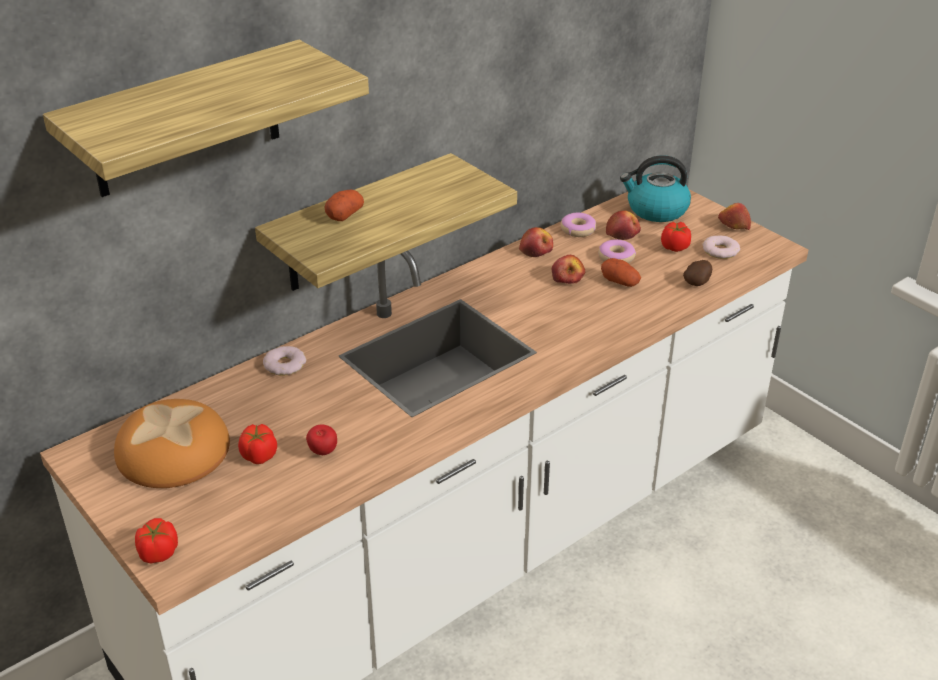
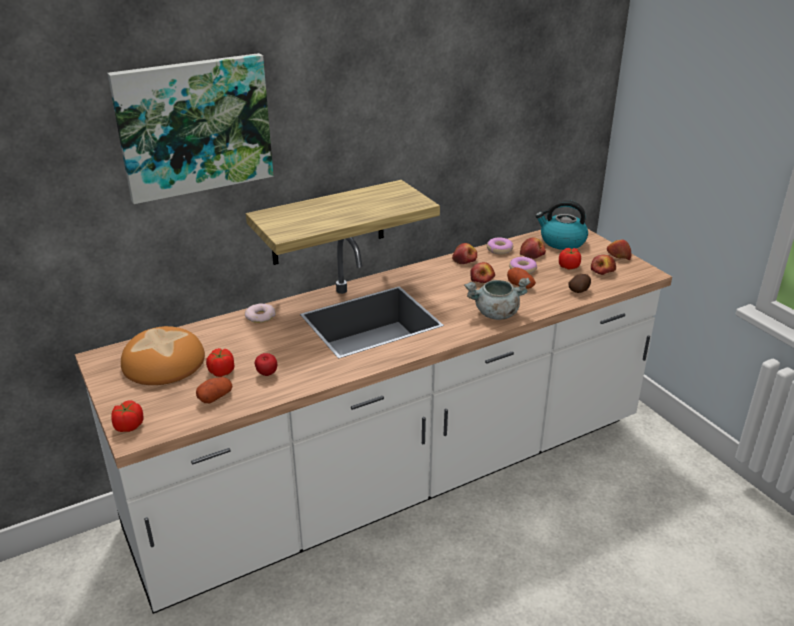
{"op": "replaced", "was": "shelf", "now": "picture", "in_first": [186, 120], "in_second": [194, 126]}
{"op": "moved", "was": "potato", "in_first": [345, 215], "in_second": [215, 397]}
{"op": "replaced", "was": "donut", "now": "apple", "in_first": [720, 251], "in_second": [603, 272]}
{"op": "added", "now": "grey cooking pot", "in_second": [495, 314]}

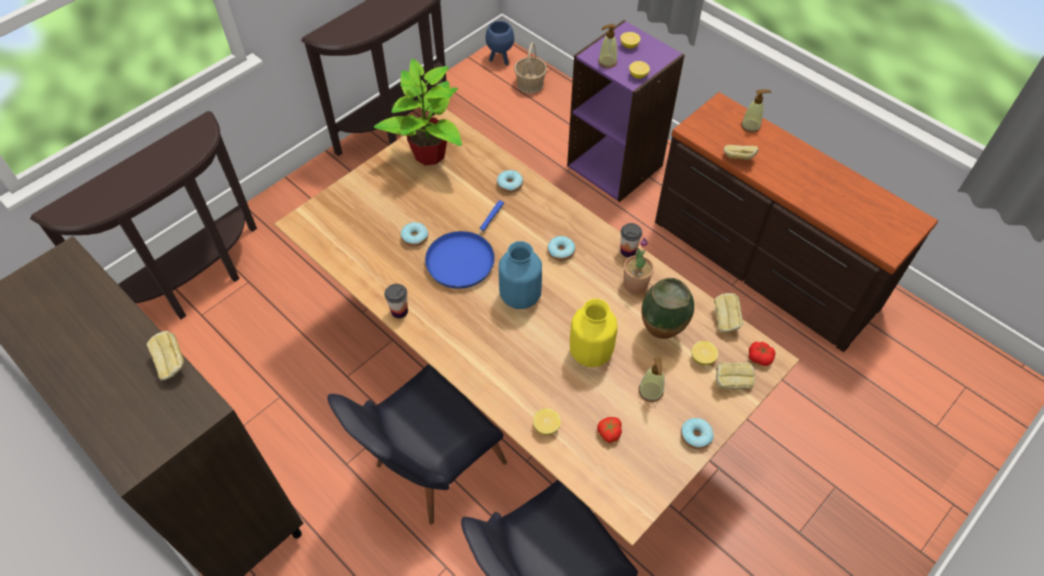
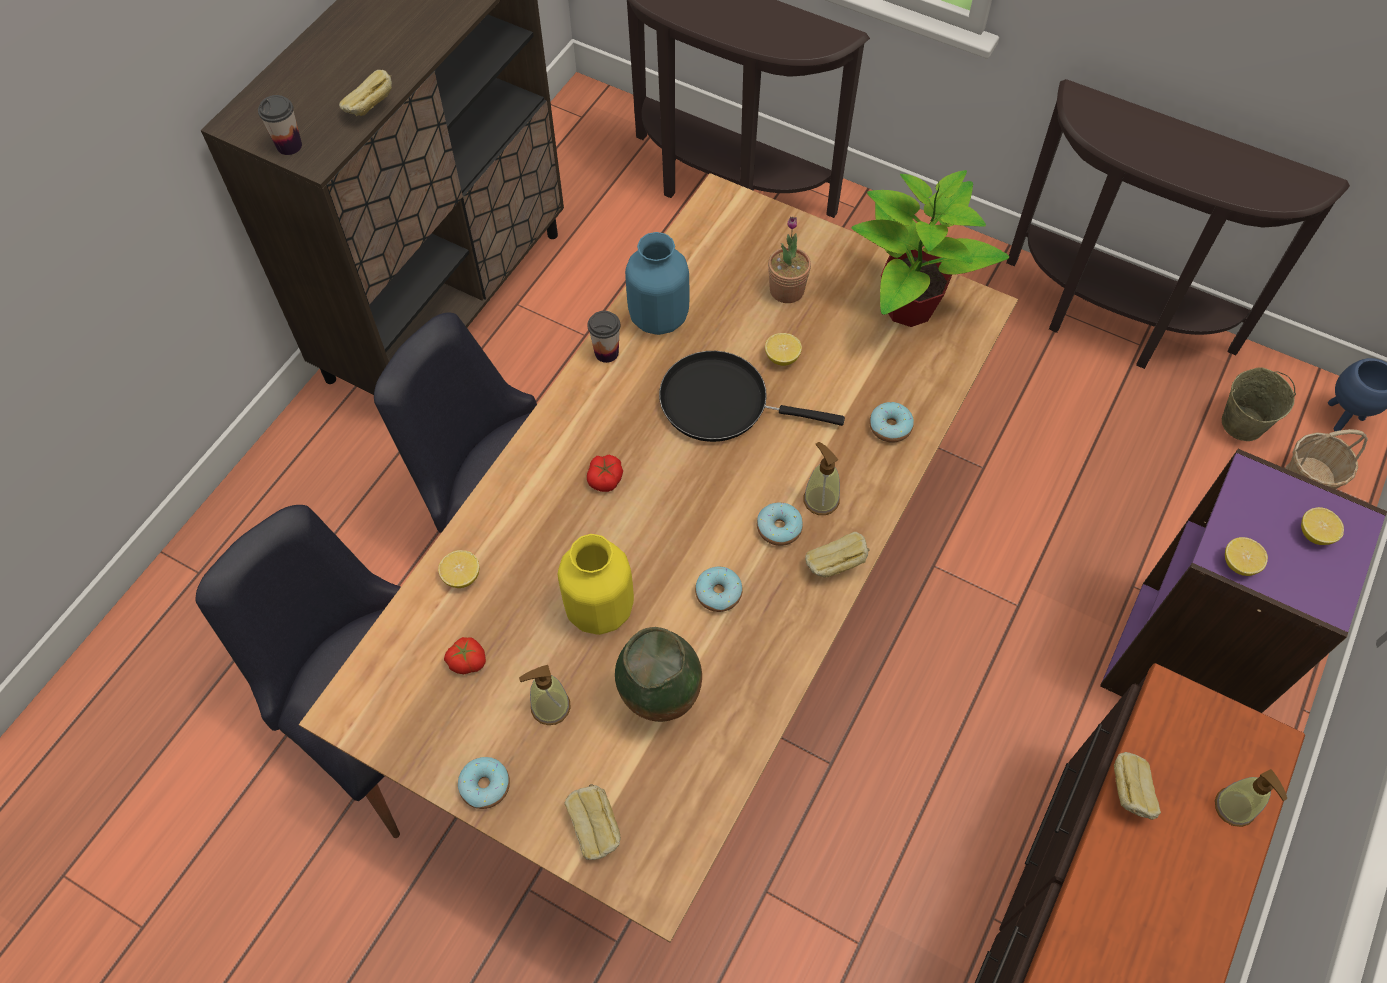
{"op": "moved", "was": "soap dispenser", "in_first": [607, 62], "in_second": [820, 500]}
{"op": "recoloured", "was": "blue frying pan", "now": "black frying pan", "in_first": [463, 258], "in_second": [722, 402]}
{"op": "moved", "was": "donut", "in_first": [415, 237], "in_second": [718, 593]}
{"op": "moved", "was": "cup", "in_first": [628, 251], "in_second": [289, 146]}
{"op": "moved", "was": "potted plant", "in_first": [635, 284], "in_second": [786, 290]}
{"op": "moved", "was": "blue vase", "in_first": [520, 297], "in_second": [658, 318]}
{"op": "moved", "was": "bread", "in_first": [725, 320], "in_second": [835, 566]}
{"op": "moved", "was": "lemon", "in_first": [702, 358], "in_second": [782, 357]}
{"op": "moved", "was": "tomato", "in_first": [759, 357], "in_second": [605, 478]}
{"op": "added", "now": "beige bucket", "in_second": [1242, 422]}

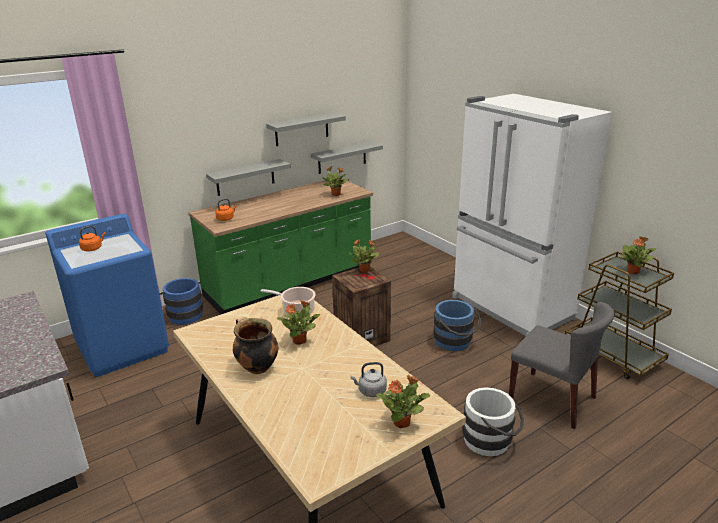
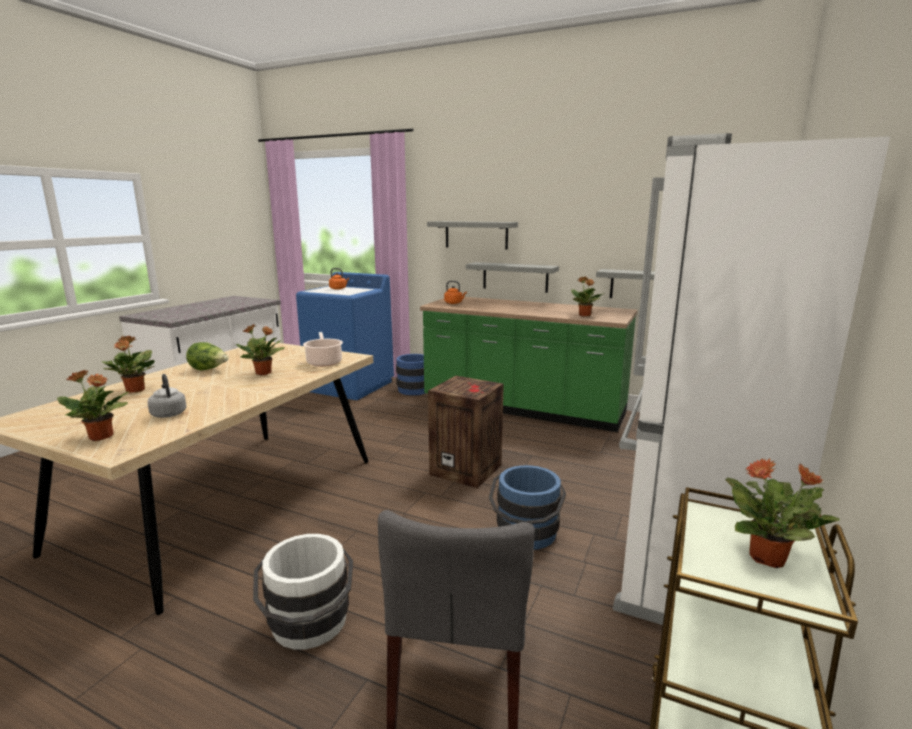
{"op": "moved", "was": "grey shelf", "in_first": [302, 129], "in_second": [476, 235]}
{"op": "moved", "was": "potted plant", "in_first": [365, 270], "in_second": [135, 390]}
{"op": "replaced", "was": "cooking pot", "now": "lettuce", "in_first": [256, 367], "in_second": [209, 370]}

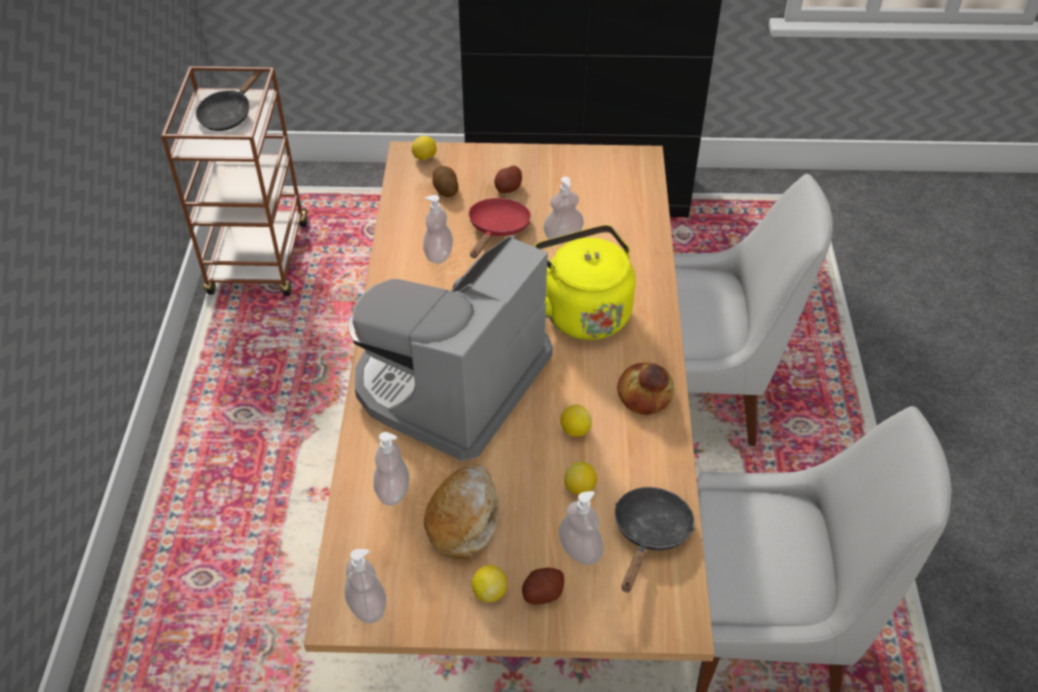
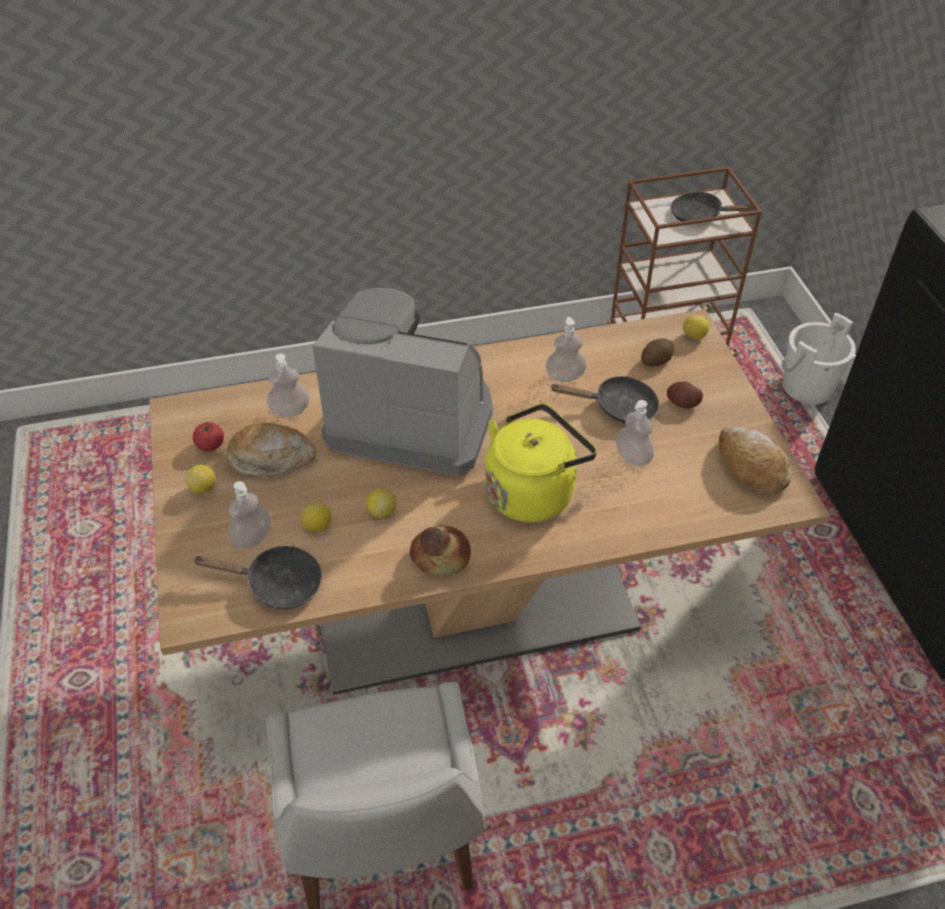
{"op": "removed", "was": "white chair", "in_first": [700, 393]}
{"op": "recoloured", "was": "red frying pan", "now": "black frying pan", "in_first": [497, 229], "in_second": [618, 407]}
{"op": "removed", "was": "soap dispenser", "in_first": [367, 606]}
{"op": "removed", "was": "potato", "in_first": [542, 593]}
{"op": "added", "now": "white bucket", "in_second": [807, 387]}
{"op": "added", "now": "tomato", "in_second": [210, 445]}
{"op": "added", "now": "bread", "in_second": [750, 467]}

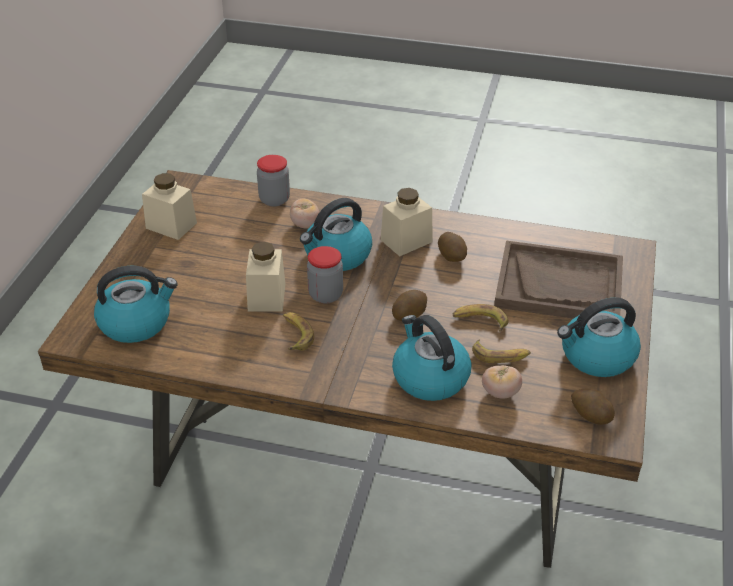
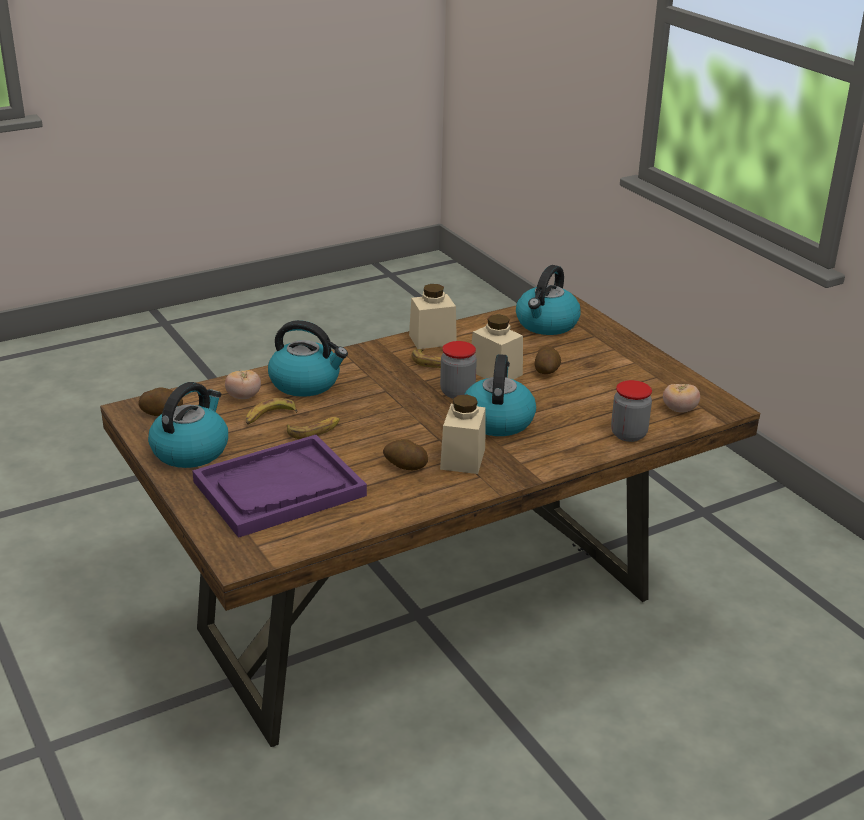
{"op": "moved", "was": "beige jar", "in_first": [171, 225], "in_second": [432, 340]}
{"op": "moved", "was": "tomato", "in_first": [305, 224], "in_second": [679, 410]}
{"op": "recoloured", "was": "brown tray", "now": "purple tray", "in_first": [559, 285], "in_second": [279, 489]}
{"op": "moved", "was": "potato", "in_first": [409, 314], "in_second": [547, 371]}

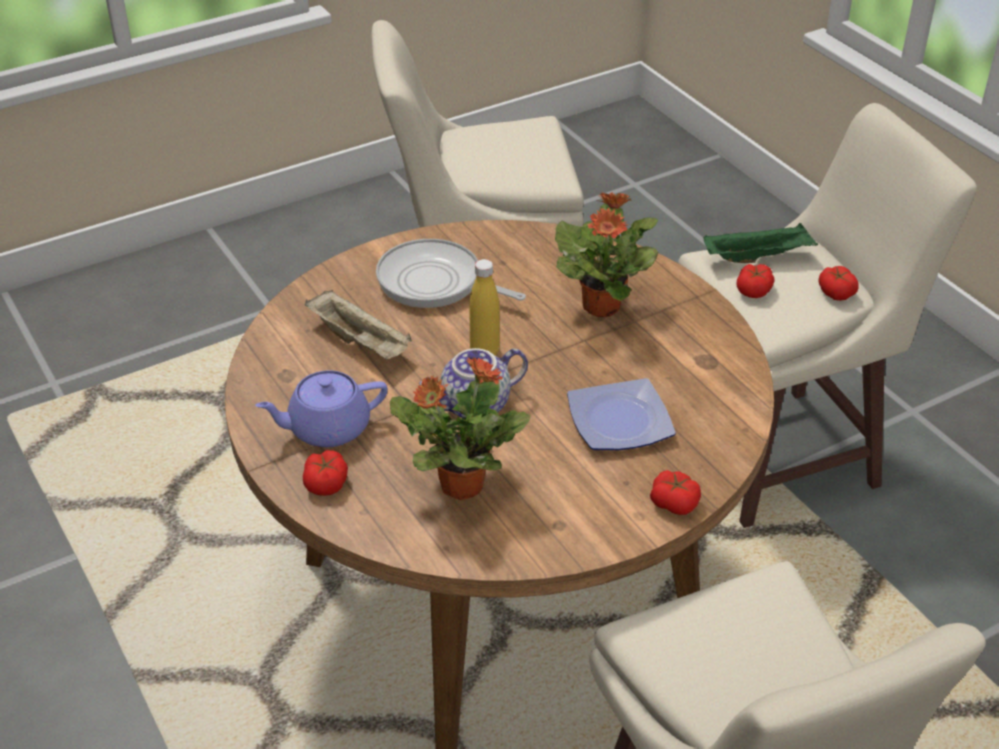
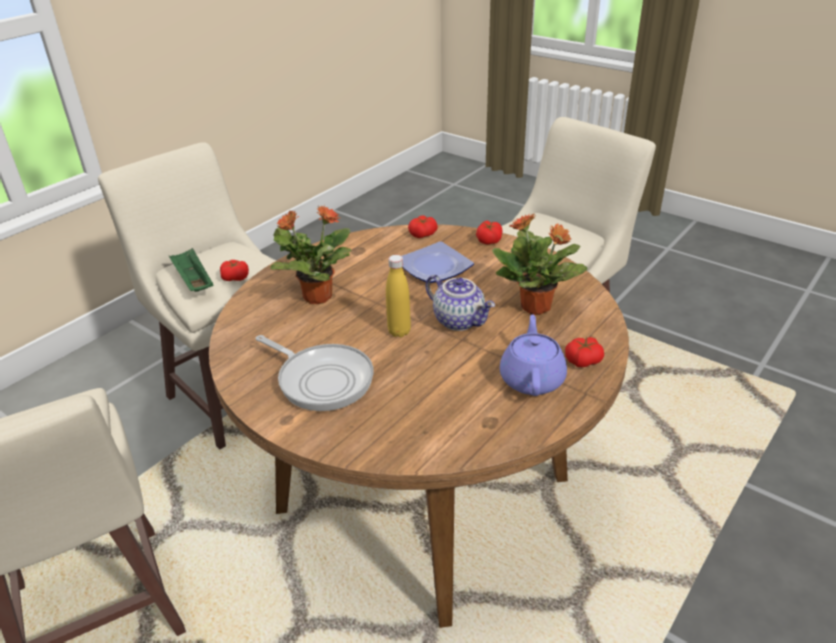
{"op": "turned", "was": "frying pan", "in_first": [435, 283], "in_second": [322, 379], "clockwise": -60}
{"op": "moved", "was": "tomato", "in_first": [836, 292], "in_second": [423, 234]}
{"op": "removed", "was": "beige tray", "in_first": [361, 342]}
{"op": "turned", "was": "purple teapot", "in_first": [327, 428], "in_second": [532, 378], "clockwise": -135}

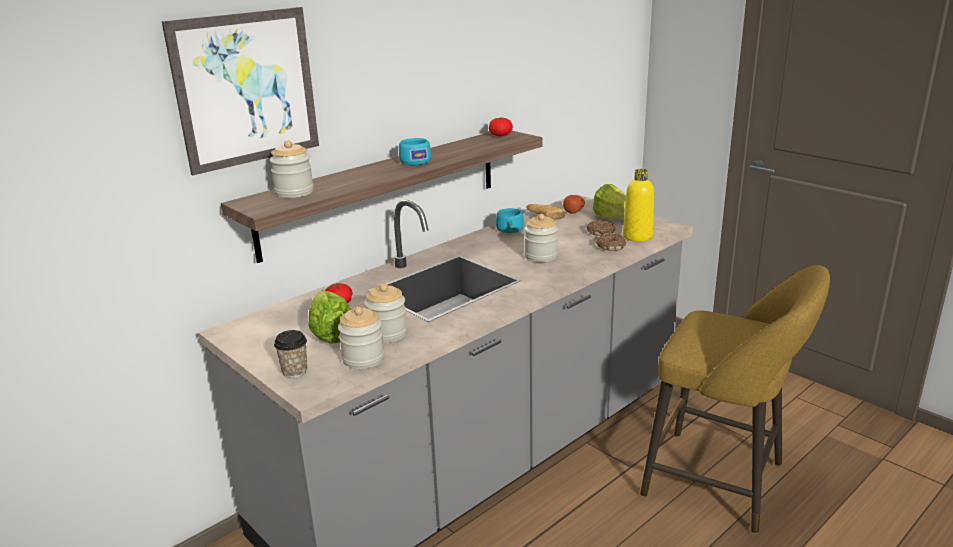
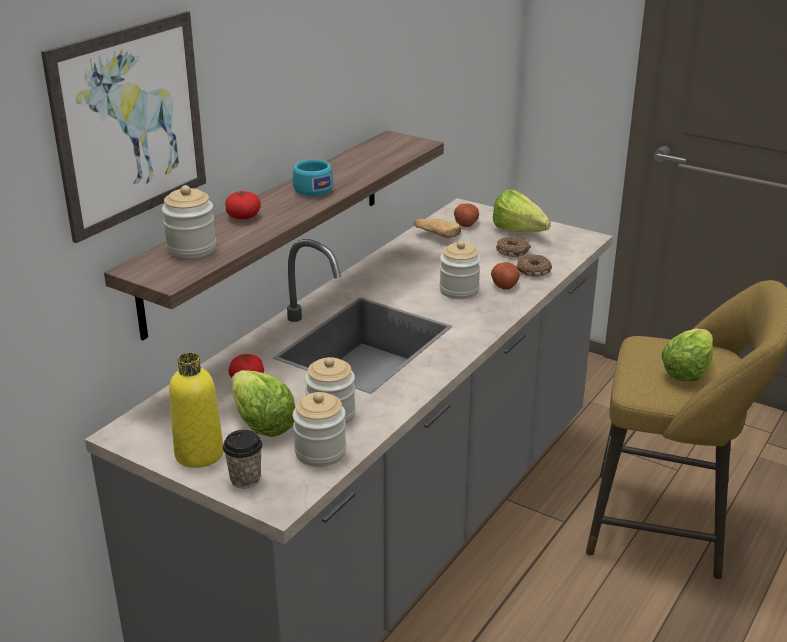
{"op": "moved", "was": "tomato", "in_first": [500, 135], "in_second": [243, 217]}
{"op": "moved", "was": "yellow bottle", "in_first": [637, 236], "in_second": [199, 454]}
{"op": "removed", "was": "turquoise cup", "in_first": [510, 230]}
{"op": "added", "now": "potato", "in_second": [504, 284]}
{"op": "added", "now": "lettuce", "in_second": [686, 372]}

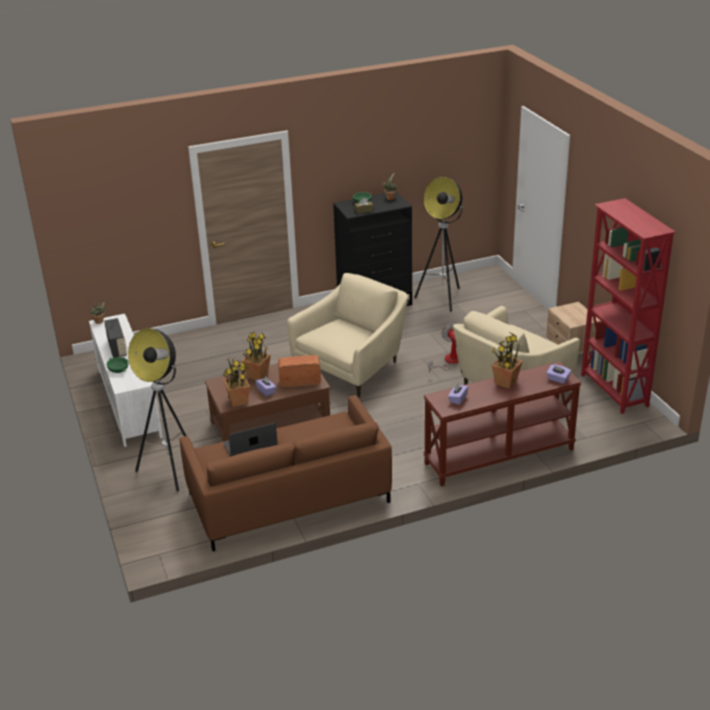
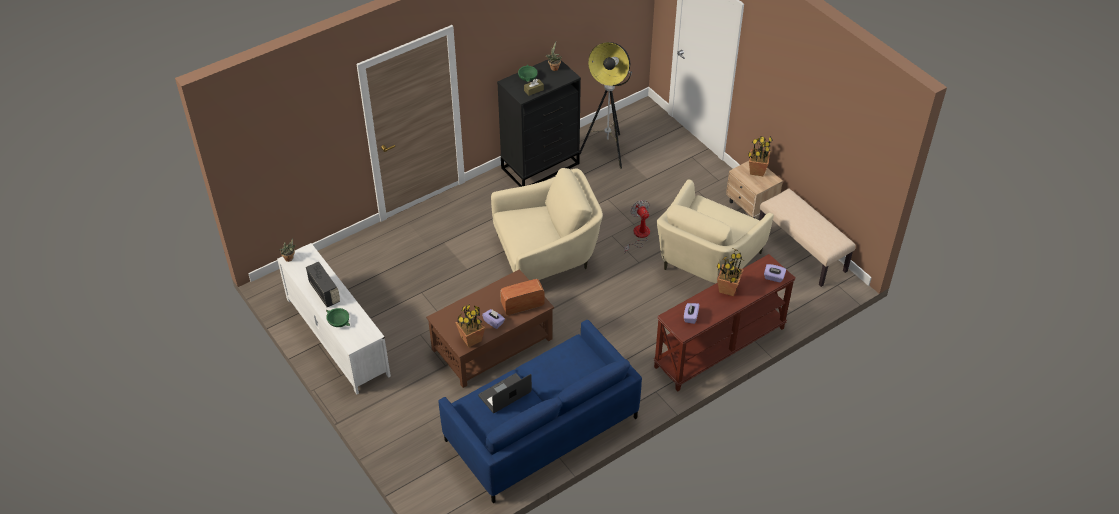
{"op": "replaced", "was": "red bookcase", "now": "beige bench", "in_first": [613, 391], "in_second": [802, 251]}
{"op": "turned", "was": "beige armchair", "in_first": [352, 366], "in_second": [546, 255], "clockwise": 45}
{"op": "removed", "was": "floor lamp", "in_first": [171, 470]}
{"op": "moved", "was": "potted plant", "in_first": [257, 376], "in_second": [757, 171]}
{"op": "recoloured", "was": "brown sofa", "now": "blue sofa", "in_first": [288, 497], "in_second": [541, 428]}

